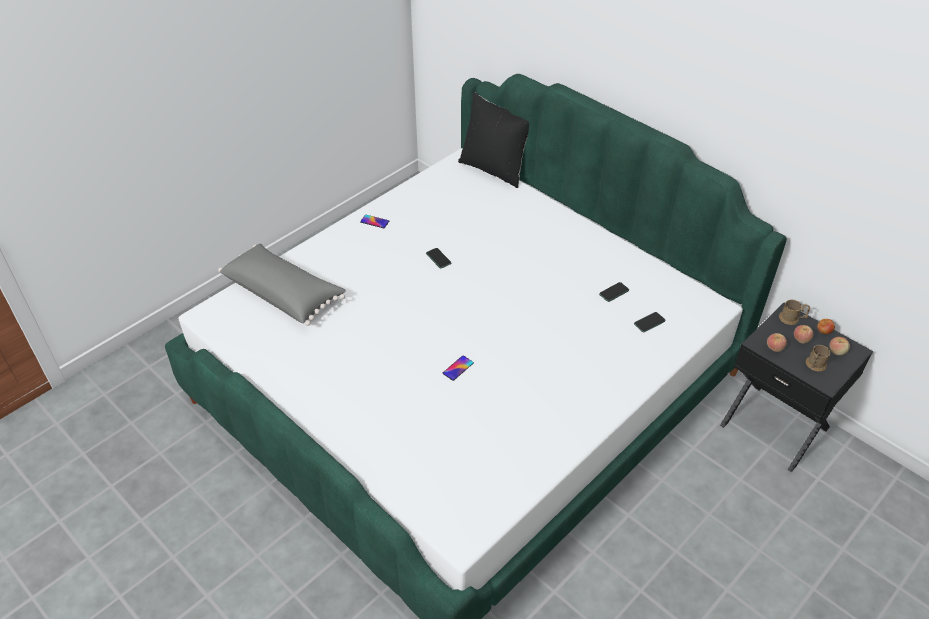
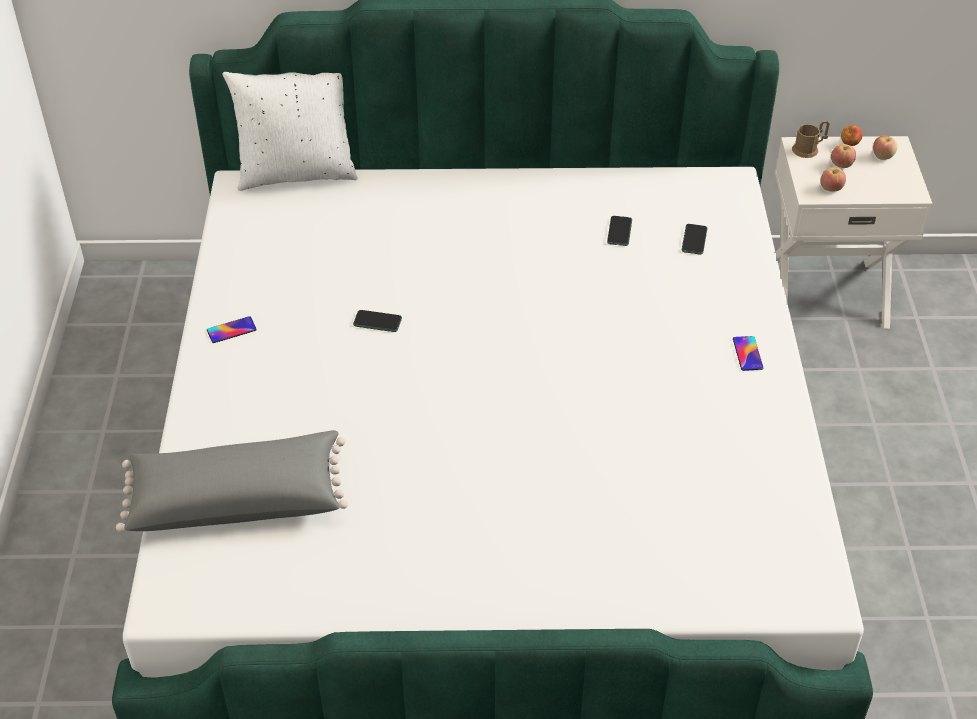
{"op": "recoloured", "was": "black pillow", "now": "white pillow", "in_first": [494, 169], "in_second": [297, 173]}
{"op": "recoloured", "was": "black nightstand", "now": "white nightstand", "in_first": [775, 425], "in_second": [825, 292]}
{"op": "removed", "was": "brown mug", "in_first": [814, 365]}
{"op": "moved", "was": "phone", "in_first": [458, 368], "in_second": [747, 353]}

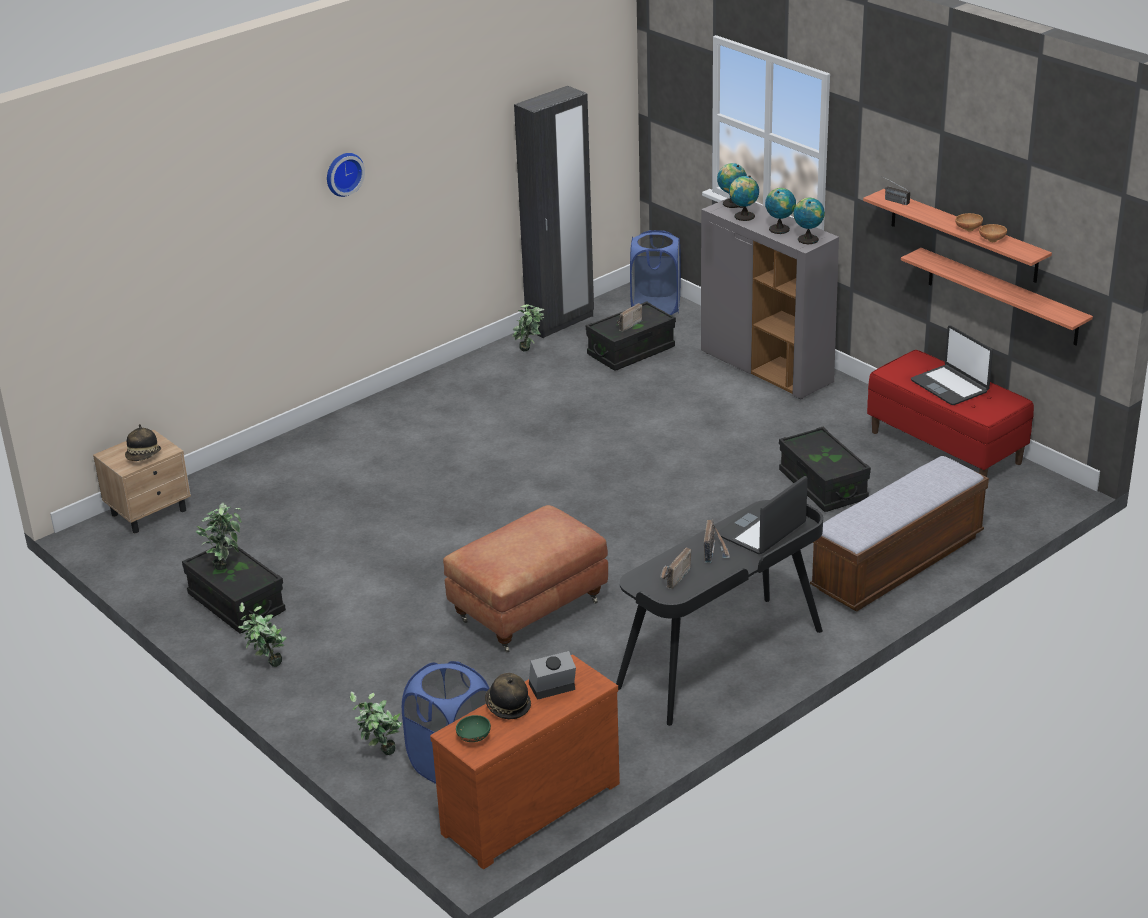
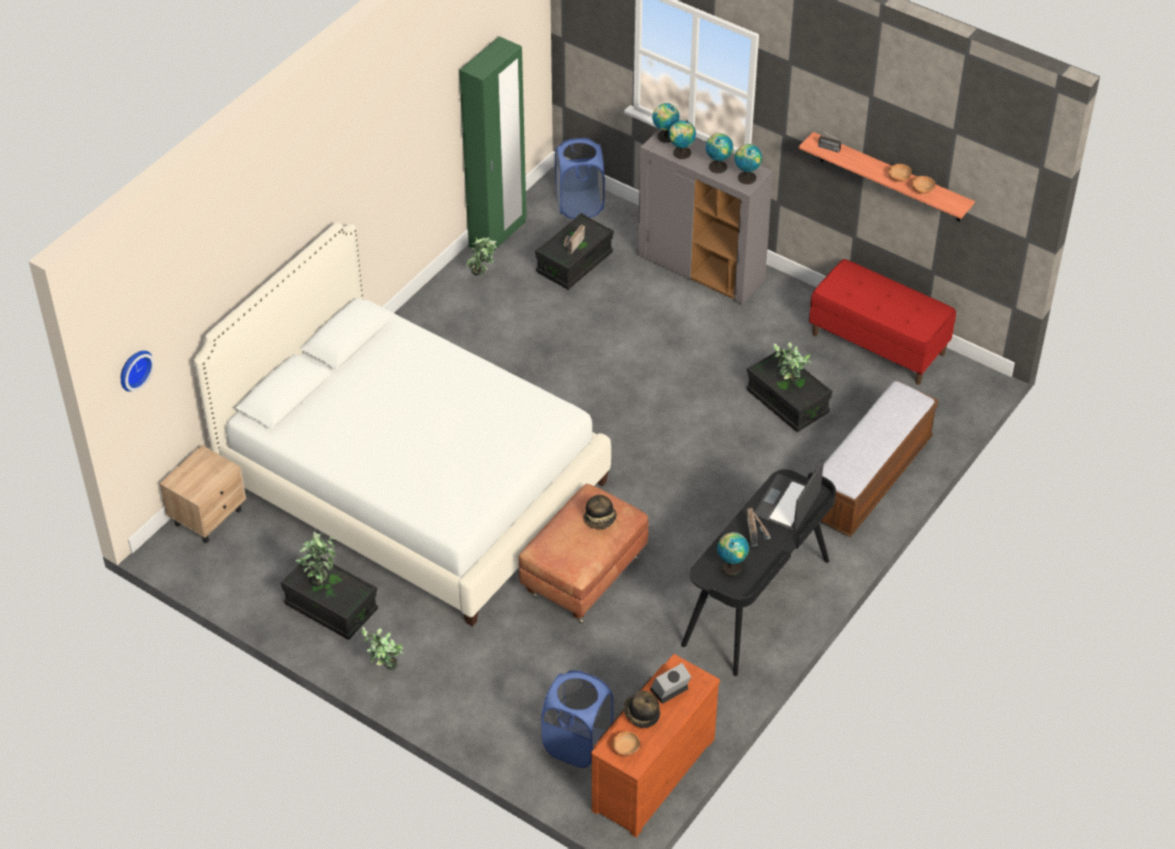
{"op": "recoloured", "was": "black wardrobe", "now": "green wardrobe", "in_first": [560, 323], "in_second": [498, 234]}
{"op": "moved", "was": "wall clock", "in_first": [343, 173], "in_second": [133, 369]}
{"op": "removed", "was": "shelf", "in_first": [1002, 297]}
{"op": "removed", "was": "laptop", "in_first": [950, 386]}
{"op": "moved", "was": "hat", "in_first": [144, 456], "in_second": [600, 520]}
{"op": "replaced", "was": "radio", "now": "globe", "in_first": [672, 578], "in_second": [731, 566]}
{"op": "moved", "was": "potted plant", "in_first": [380, 755], "in_second": [789, 384]}
{"op": "recoloured", "was": "green bowl", "now": "brown bowl", "in_first": [473, 737], "in_second": [625, 749]}
{"op": "added", "now": "white bed", "in_second": [412, 482]}

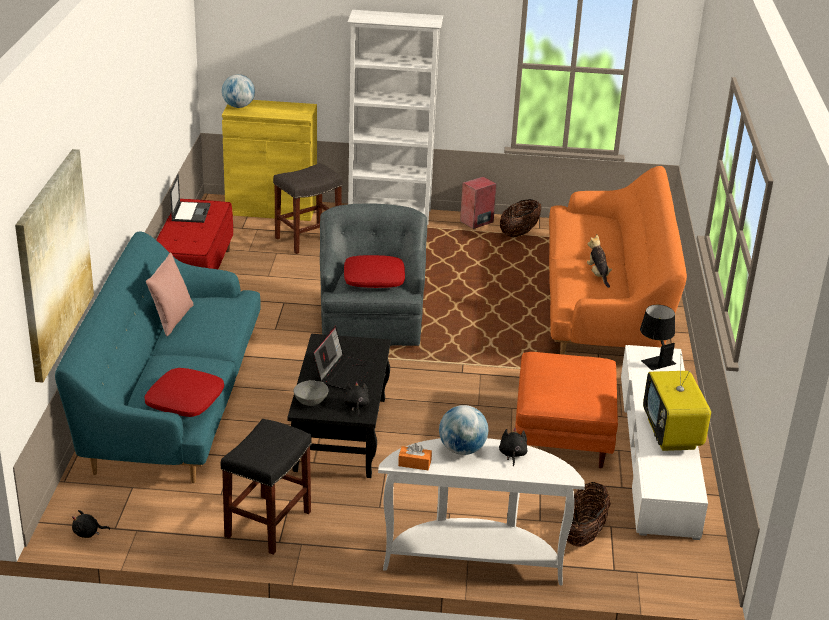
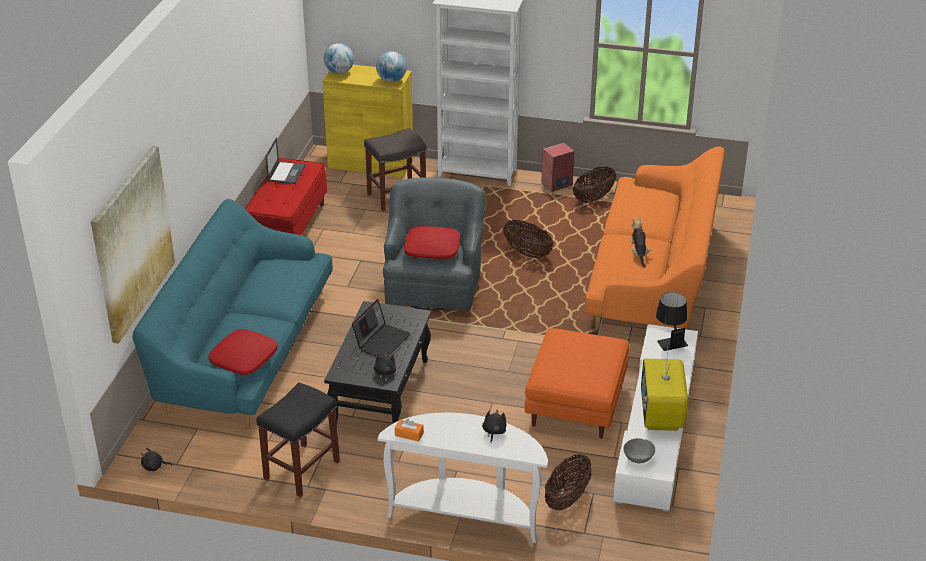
{"op": "removed", "was": "pink pillow", "in_first": [171, 319]}
{"op": "moved", "was": "grey bowl", "in_first": [311, 401], "in_second": [638, 458]}
{"op": "moved", "was": "globe", "in_first": [462, 450], "in_second": [391, 80]}
{"op": "added", "now": "basket", "in_second": [527, 253]}

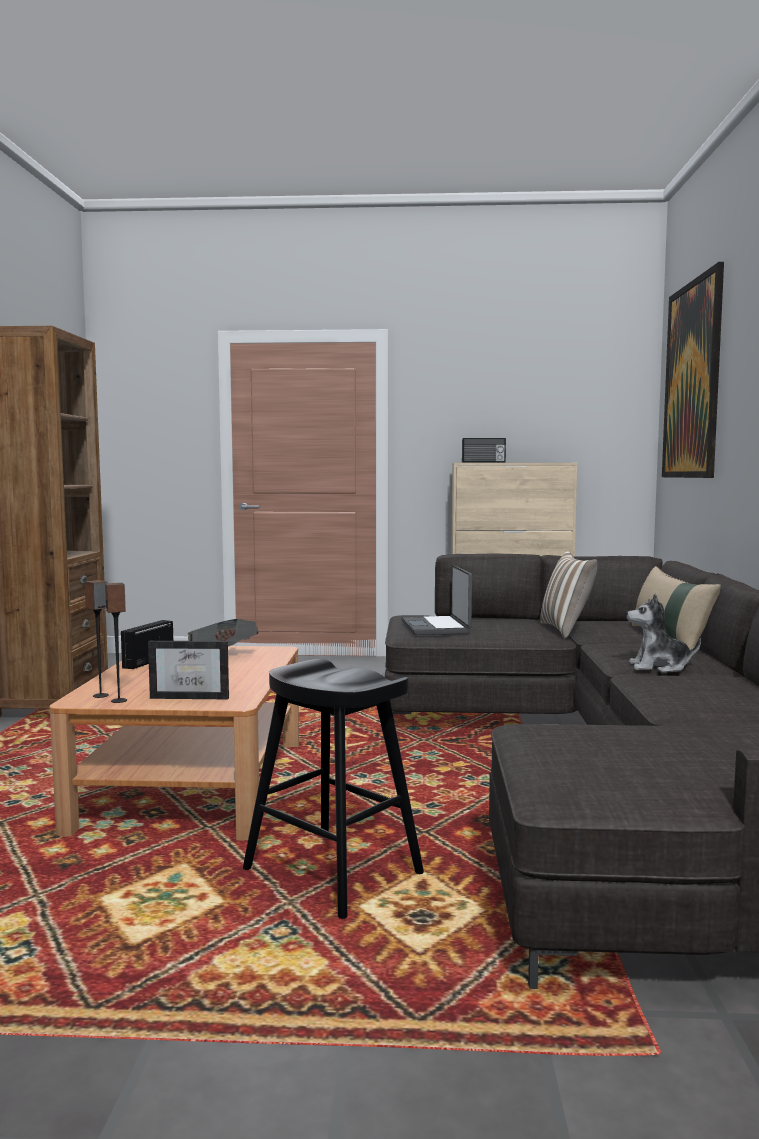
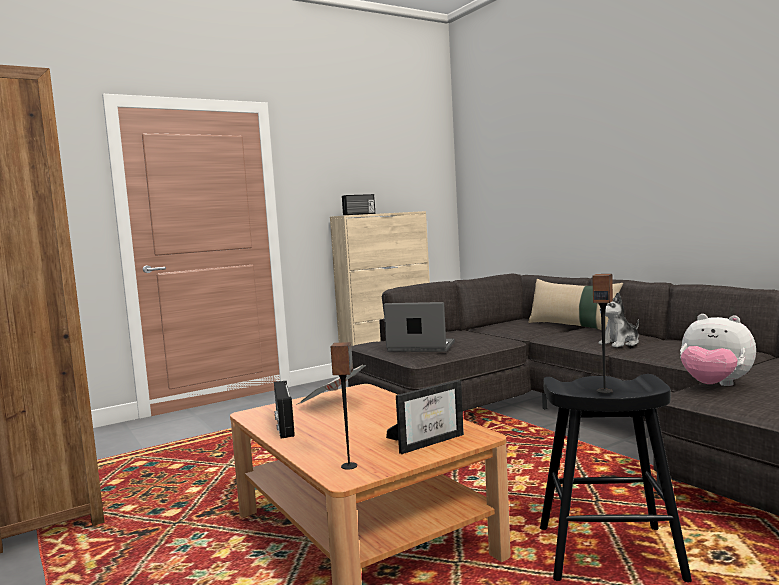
{"op": "removed", "was": "picture", "in_first": [692, 380]}
{"op": "removed", "was": "pillow", "in_first": [566, 630]}
{"op": "turned", "was": "laptop", "in_first": [436, 627], "in_second": [420, 347], "clockwise": 150}
{"op": "moved", "was": "speaker", "in_first": [119, 700], "in_second": [604, 391]}
{"op": "added", "now": "plush toy", "in_second": [715, 386]}

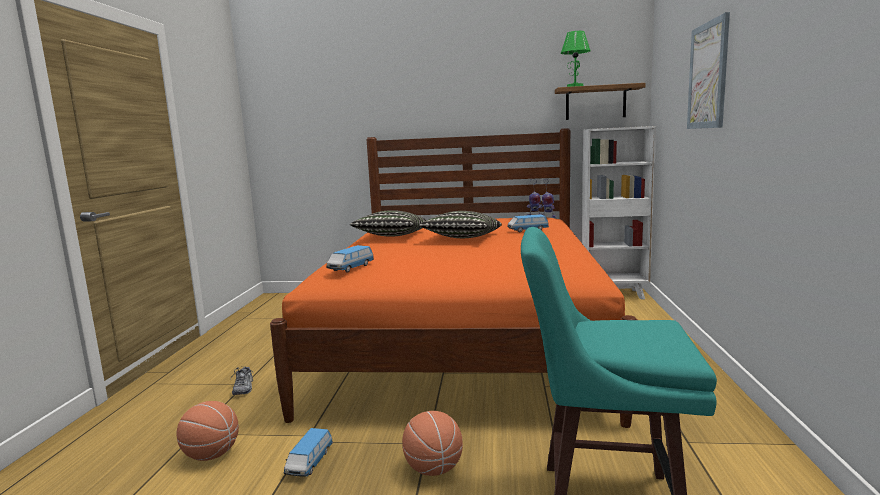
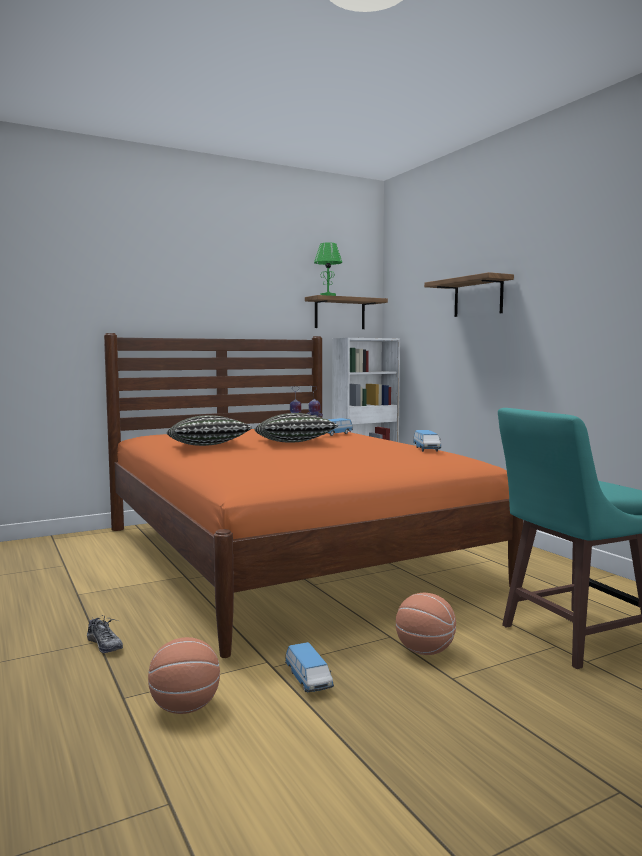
{"op": "replaced", "was": "picture", "now": "shelf", "in_first": [708, 76], "in_second": [478, 297]}
{"op": "moved", "was": "toy car", "in_first": [351, 268], "in_second": [426, 449]}

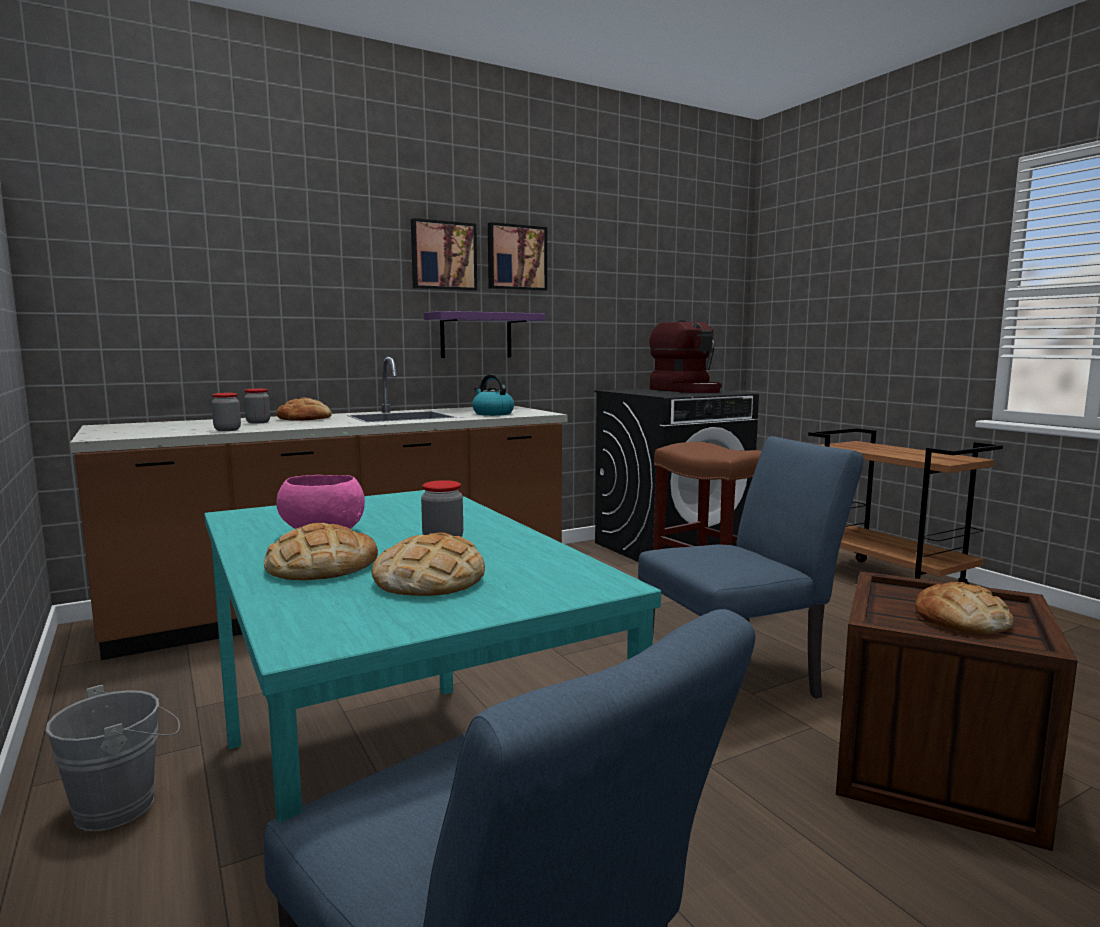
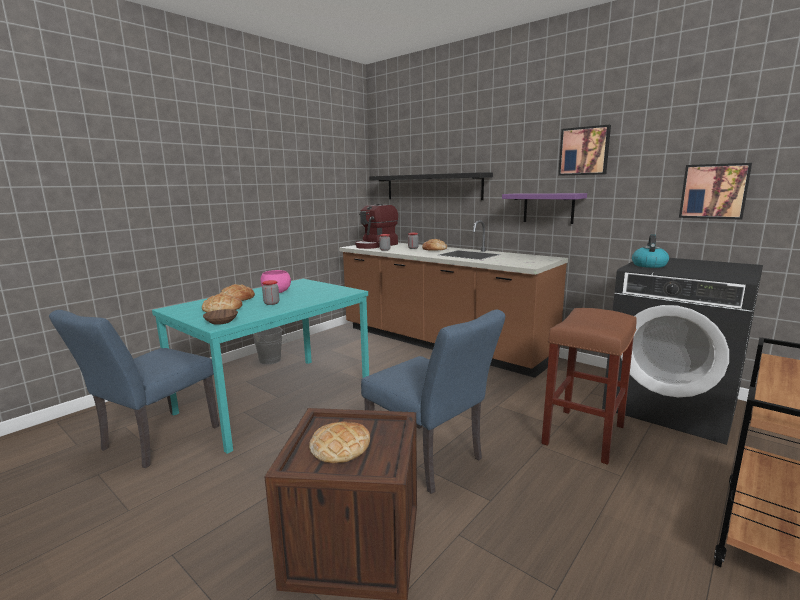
{"op": "moved", "was": "picture", "in_first": [443, 256], "in_second": [714, 191]}
{"op": "moved", "was": "coffee machine", "in_first": [687, 390], "in_second": [376, 245]}
{"op": "moved", "was": "kettle", "in_first": [492, 414], "in_second": [648, 265]}
{"op": "added", "now": "black shelf", "in_second": [432, 187]}
{"op": "added", "now": "brown bowl", "in_second": [221, 322]}

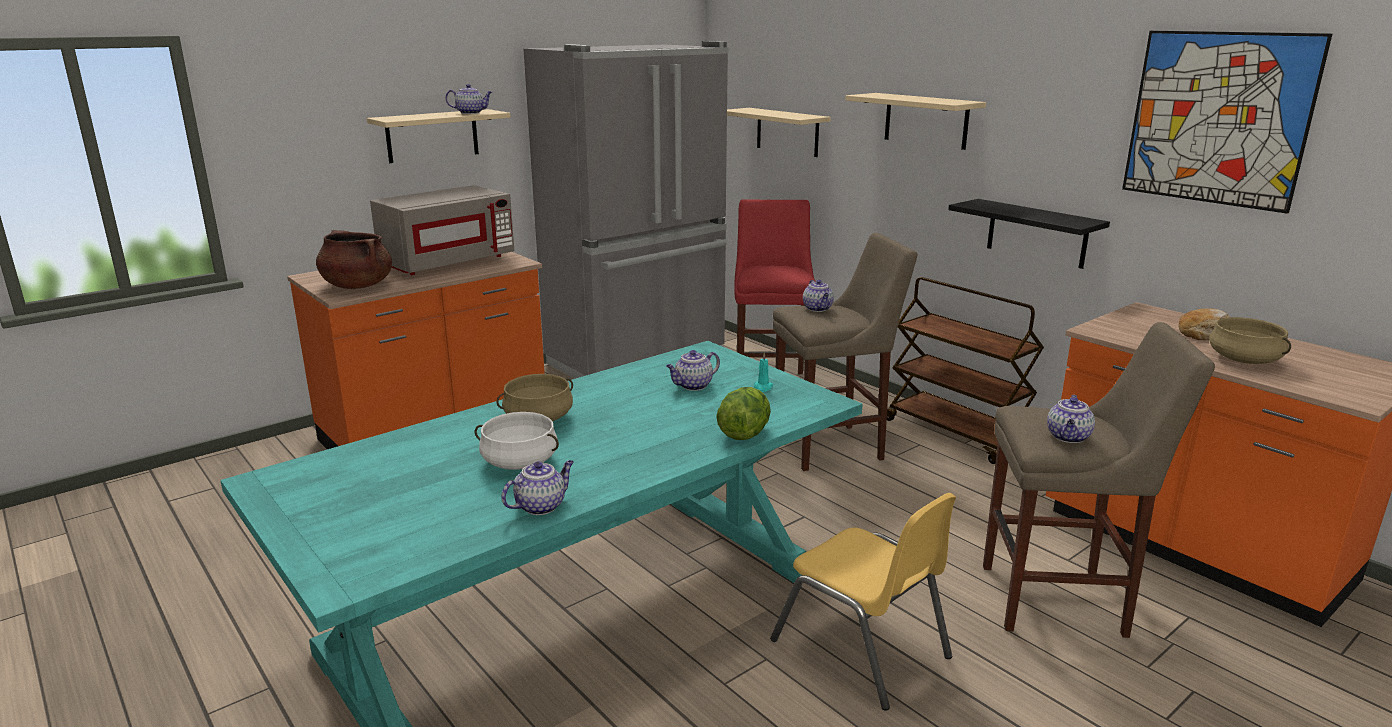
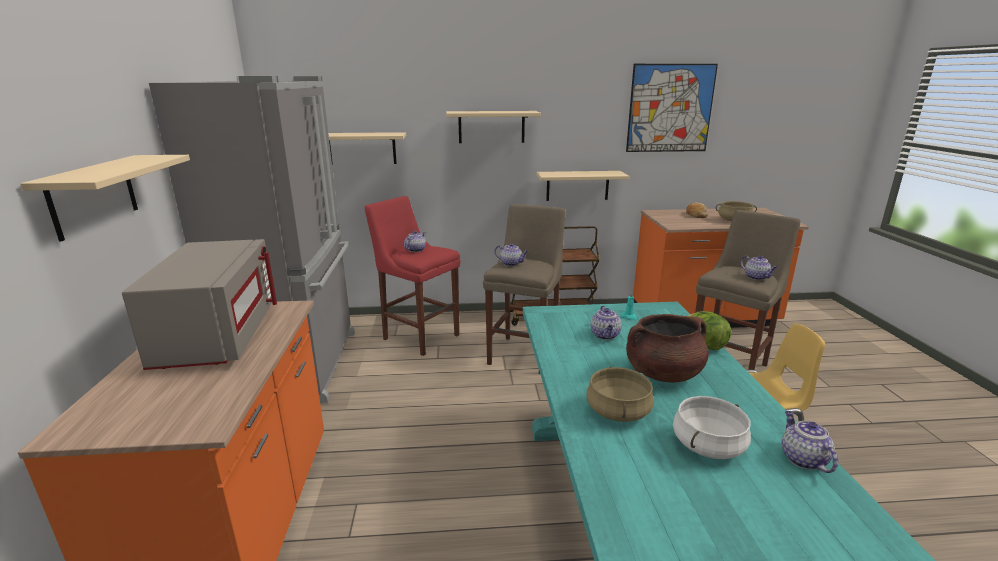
{"op": "moved", "was": "teapot", "in_first": [471, 113], "in_second": [416, 250]}
{"op": "recoloured", "was": "black shelf", "now": "beige shelf", "in_first": [1037, 233], "in_second": [577, 185]}
{"op": "moved", "was": "brown cooking pot", "in_first": [357, 286], "in_second": [663, 374]}

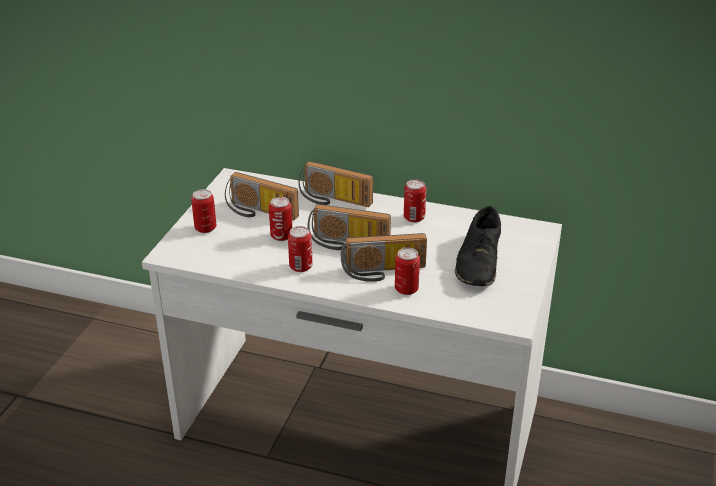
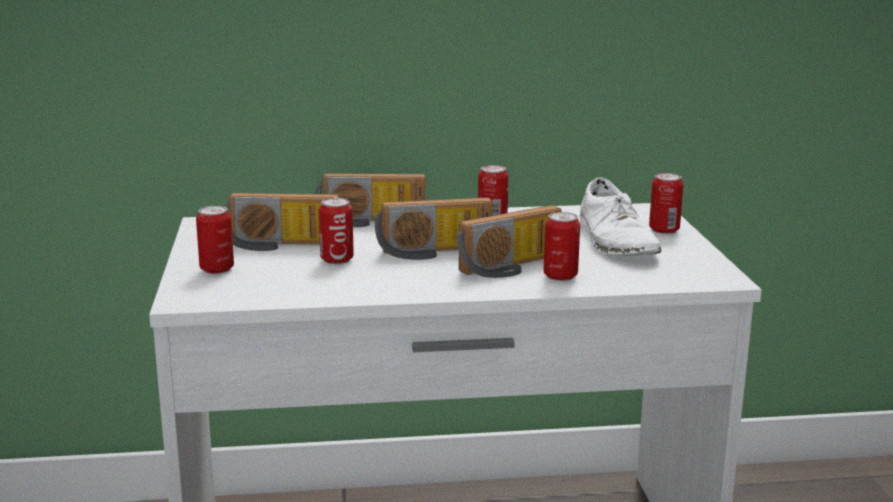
{"op": "recoloured", "was": "black shoe", "now": "white shoe", "in_first": [479, 261], "in_second": [616, 241]}
{"op": "moved", "was": "can", "in_first": [300, 267], "in_second": [664, 230]}

